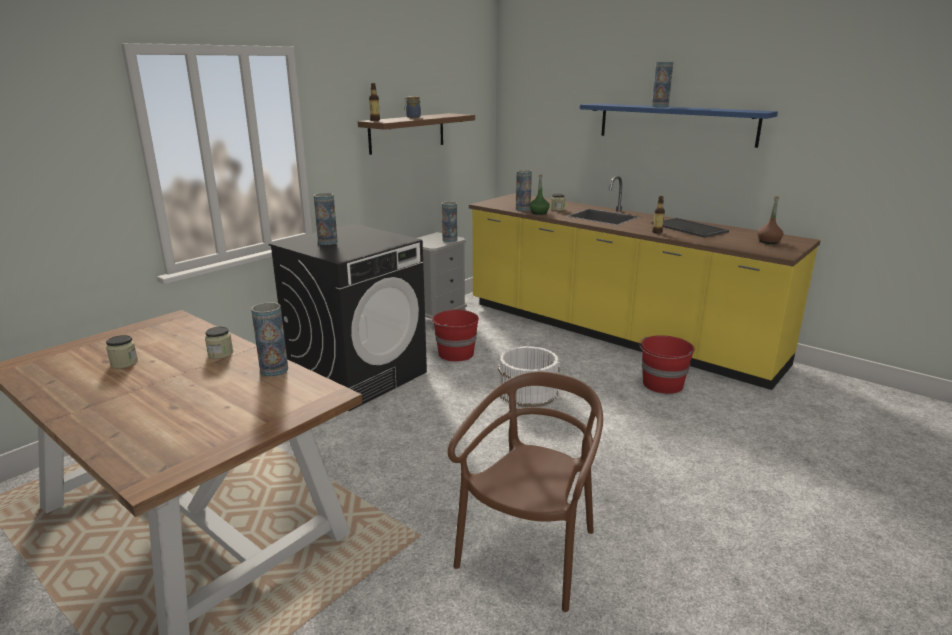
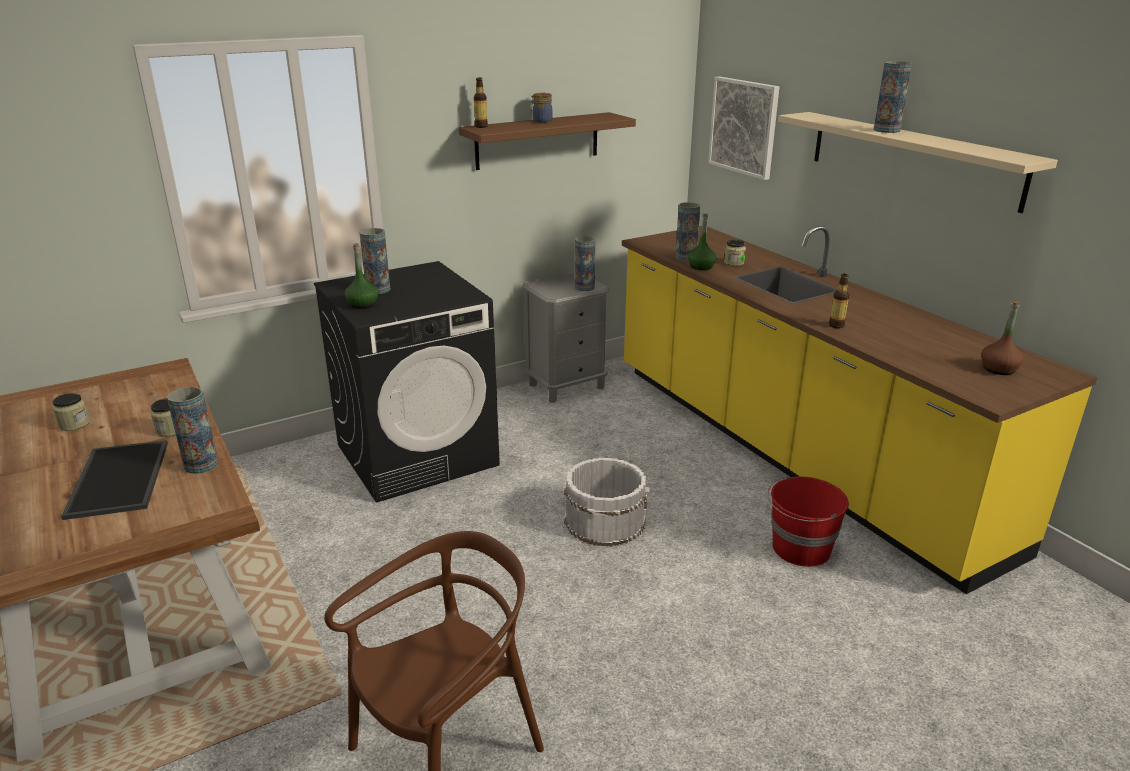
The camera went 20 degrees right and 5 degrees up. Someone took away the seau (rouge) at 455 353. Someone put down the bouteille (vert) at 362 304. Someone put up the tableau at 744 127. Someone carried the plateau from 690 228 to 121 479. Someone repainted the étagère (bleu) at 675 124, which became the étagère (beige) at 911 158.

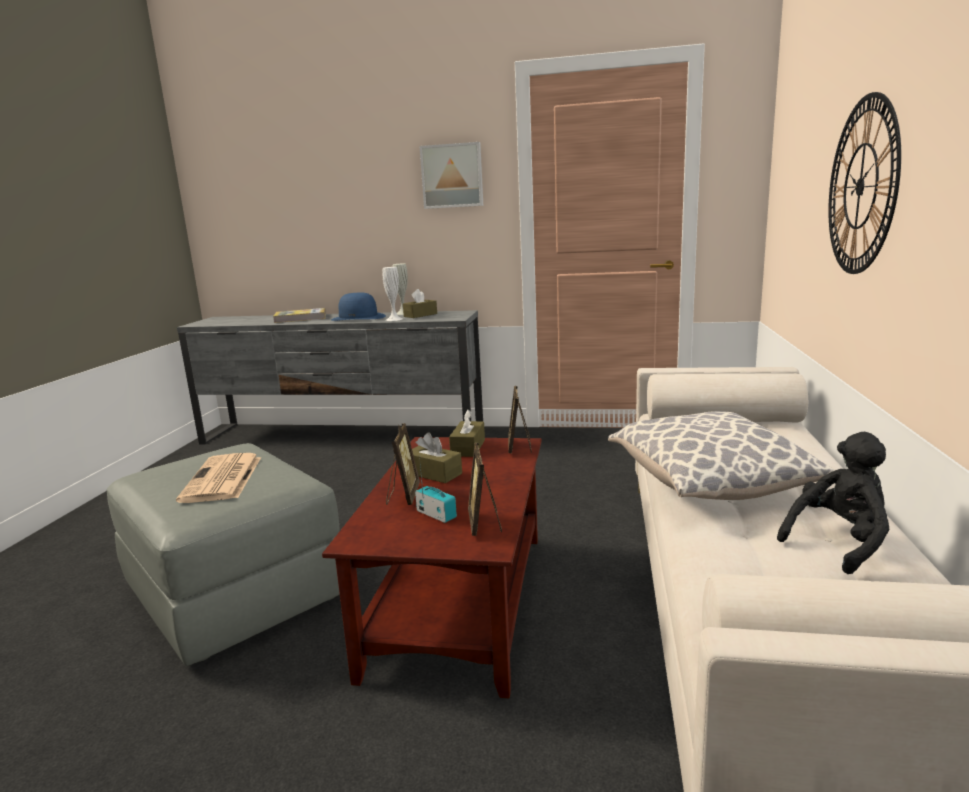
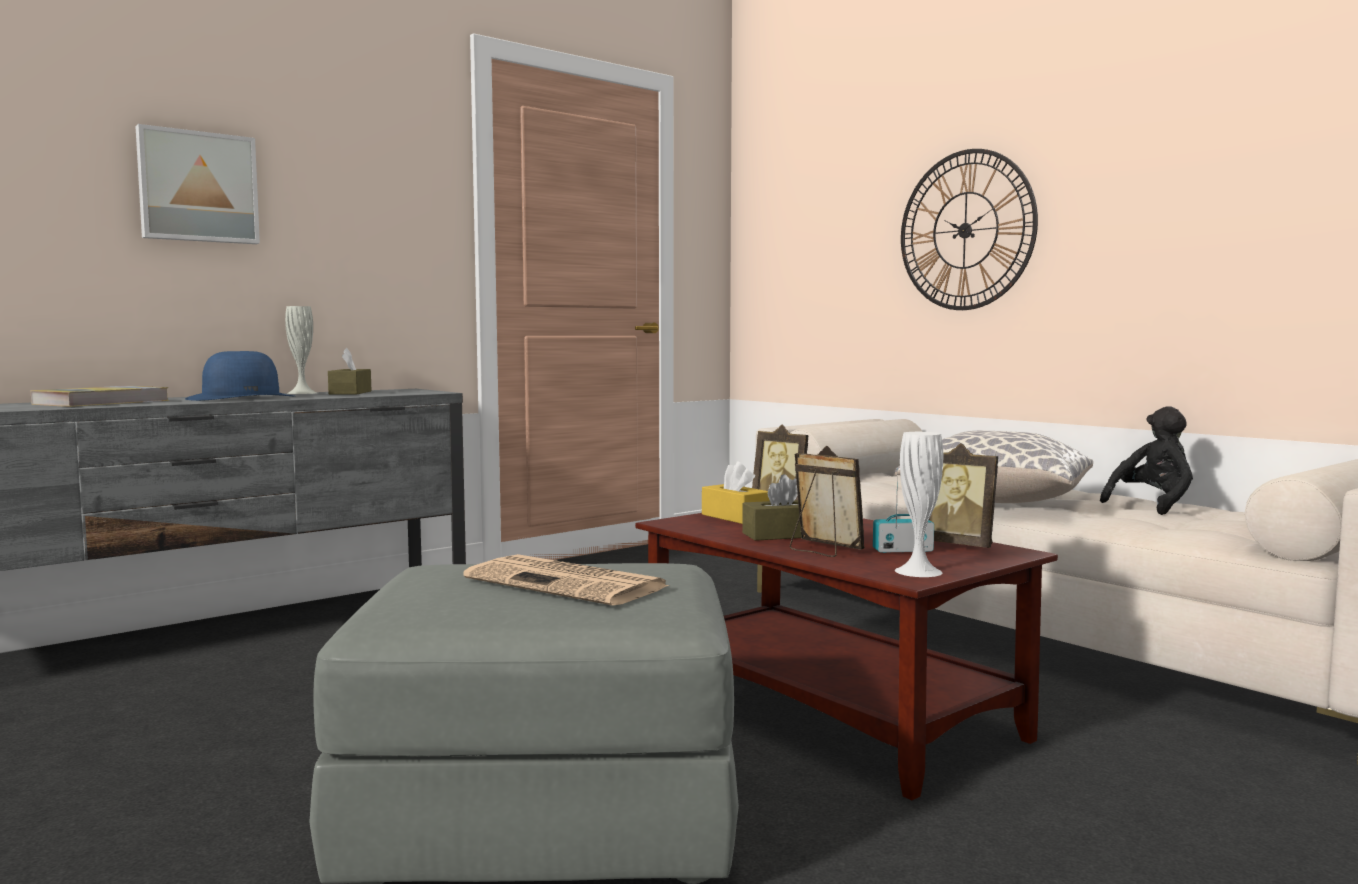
The camera went 50 degrees left and 10 degrees down. Someone carried the vase (blanc) from 394 319 to 918 571. Someone carried the tableau from 452 176 to 198 187. Someone repainted the boîte à mouchoirs (marron) at 468 448, which became the boîte à mouchoirs (jaune) at 735 517. Someone rotated the peluche (noir) at 839 542 by 45 degrees clockwise.

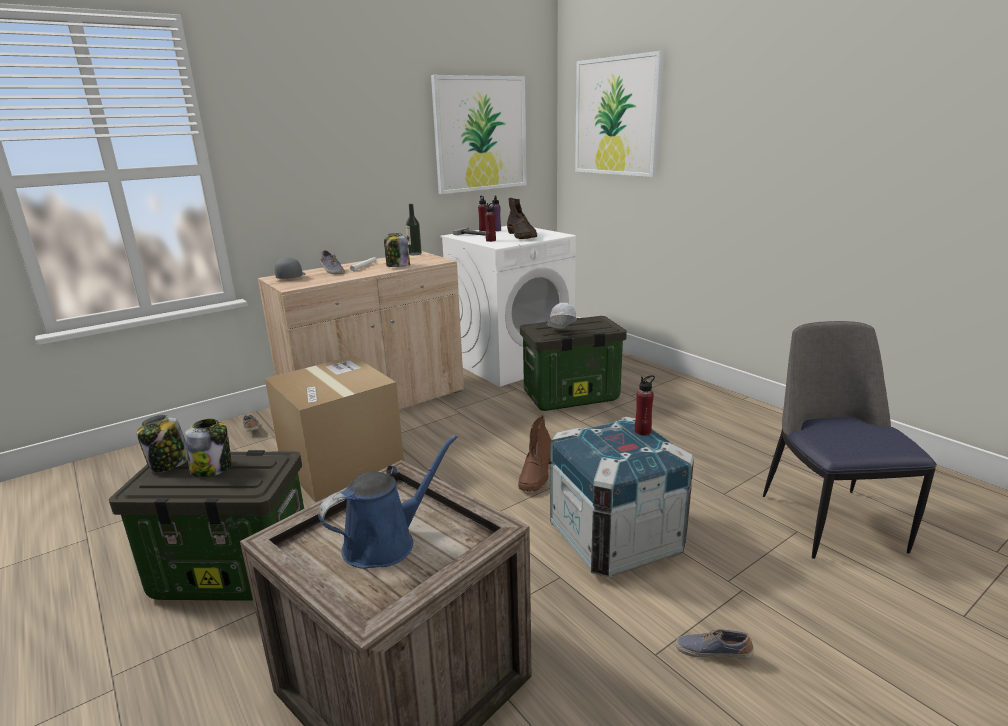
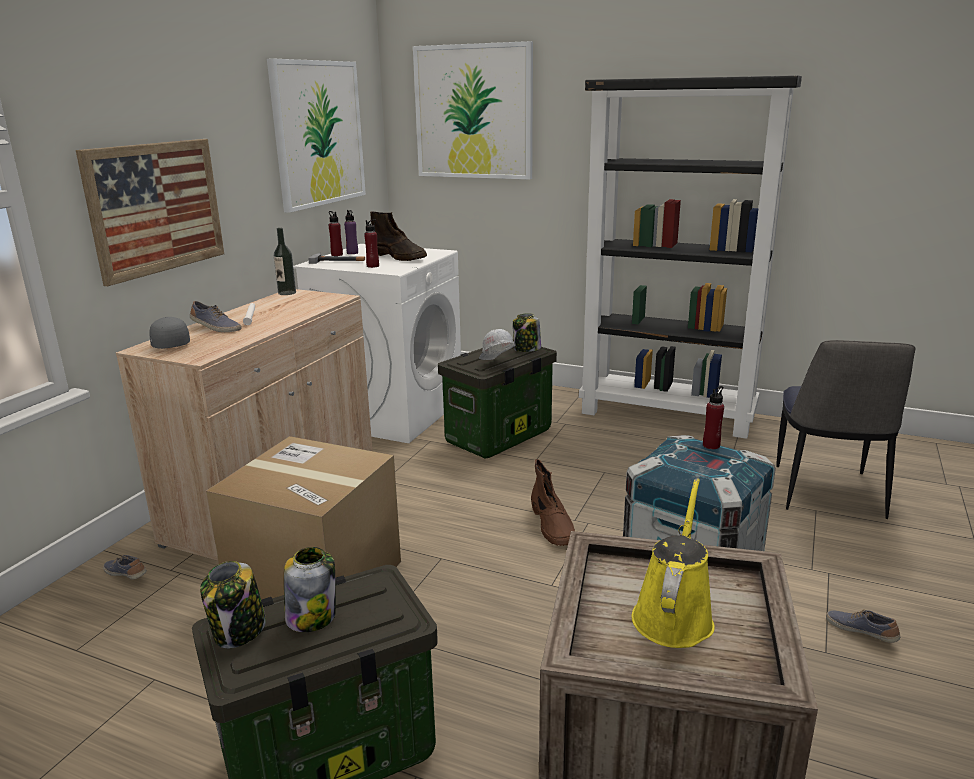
The camera went 30 degrees left and 0 degrees up. Someone put up the tableau at 156 208. Someone put down the bibliothèque (noir) at 668 415. Someone carried the bocal from 397 266 to 526 349. Someone repainted the arrosoir (bleu) at 385 542, which became the arrosoir (jaune) at 673 615. Someone rotated the chaussure at 713 652 by 60 degrees clockwise. Someone rotated the chaise at 829 519 by 135 degrees counterclockwise.

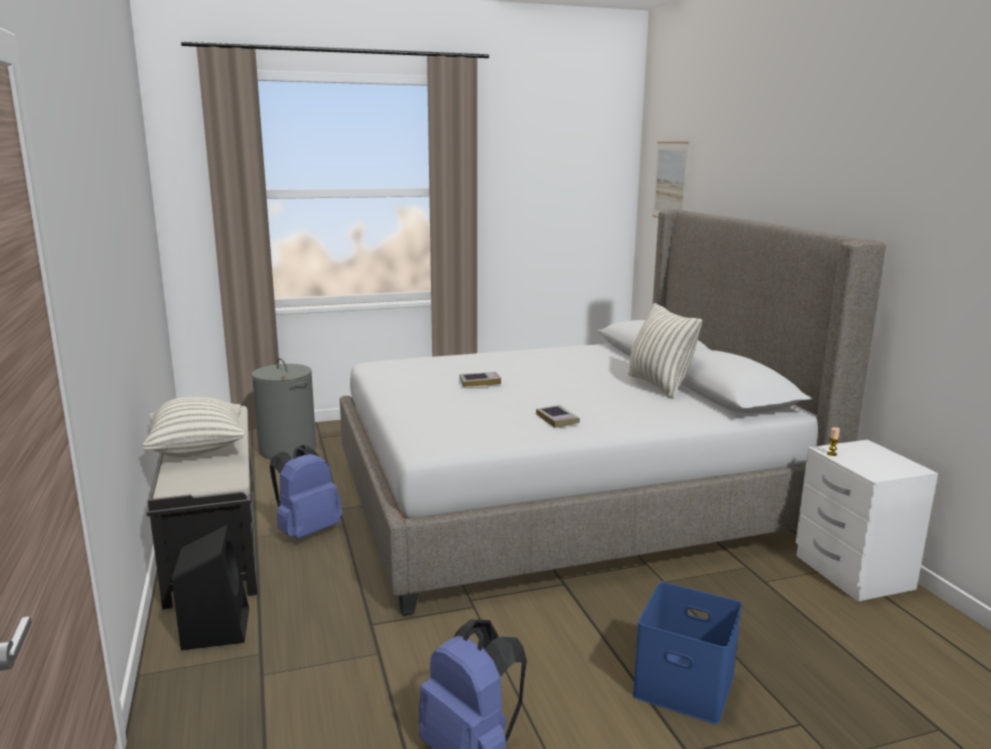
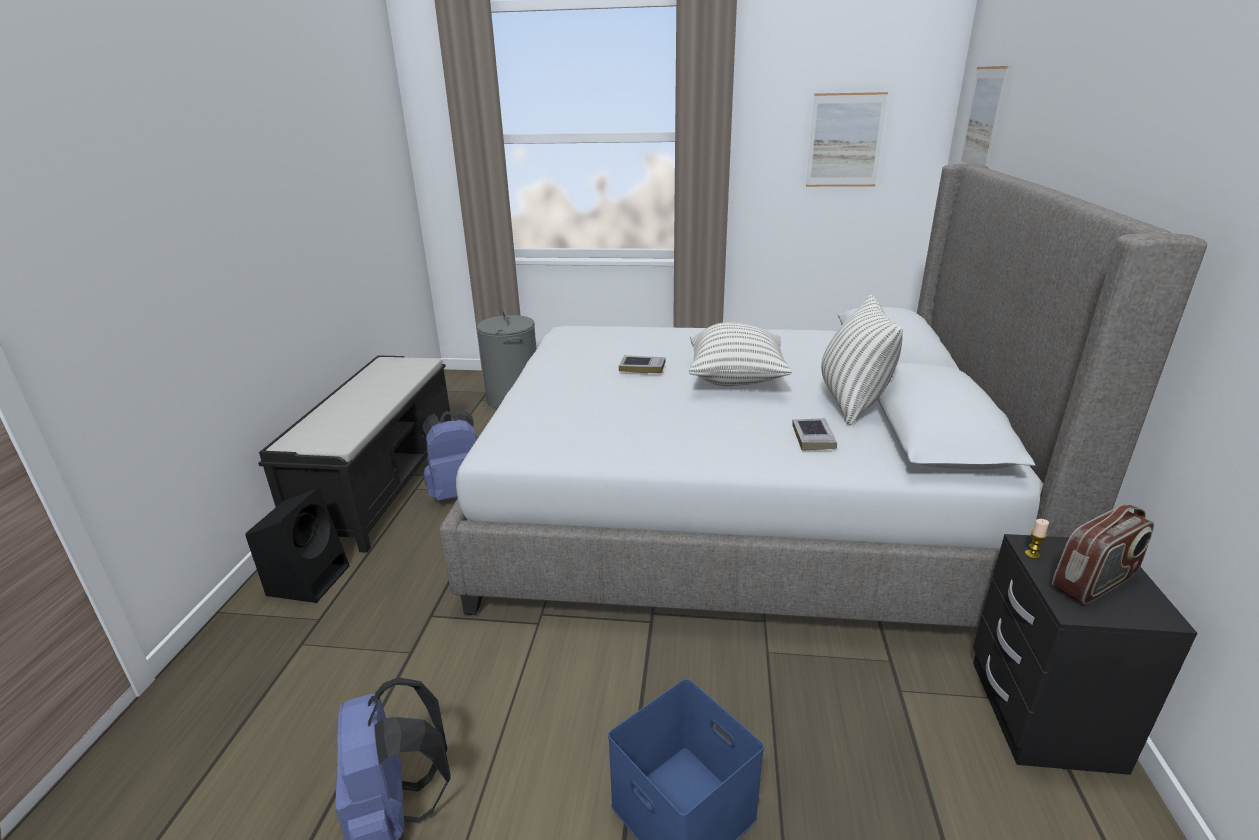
The camera went 25 degrees right and 10 degrees up. Someone put up the tableau at 845 140. Someone put down the radio at 1094 582. Someone carried the coussin from 198 450 to 735 379. Someone carried the livre from 557 419 to 813 438. Someone repainted the table de chevet (blanc) at 853 572, which became the table de chevet (noir) at 1043 714.

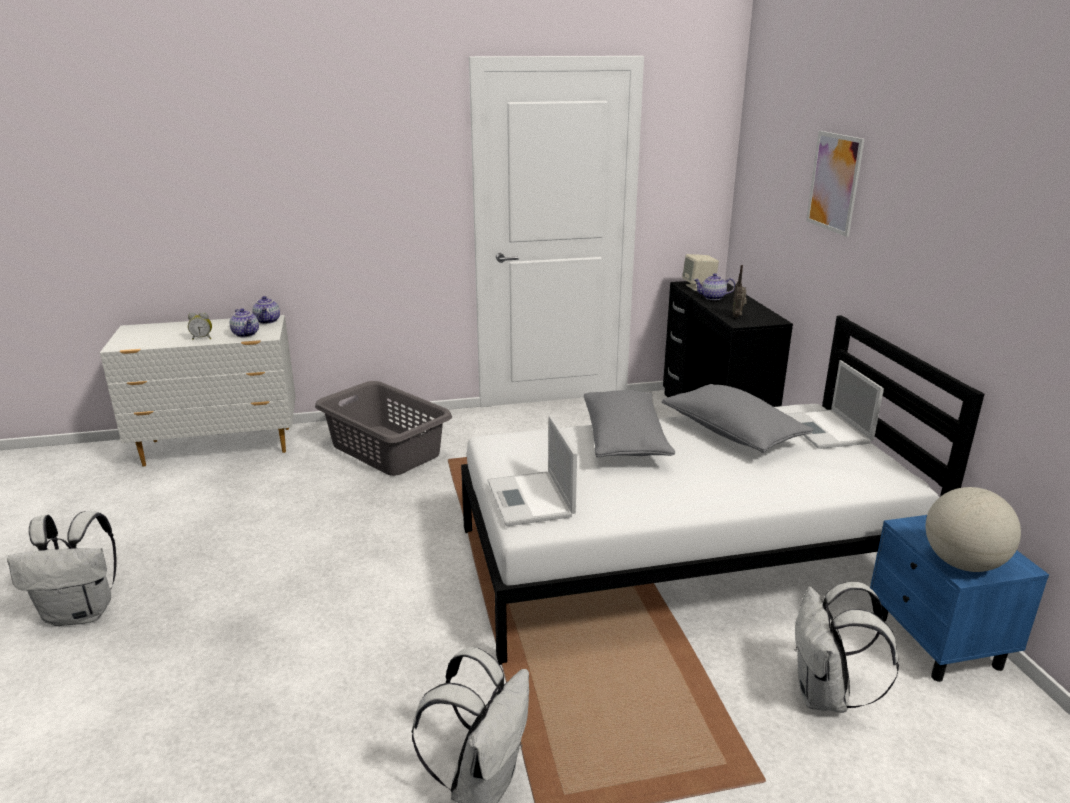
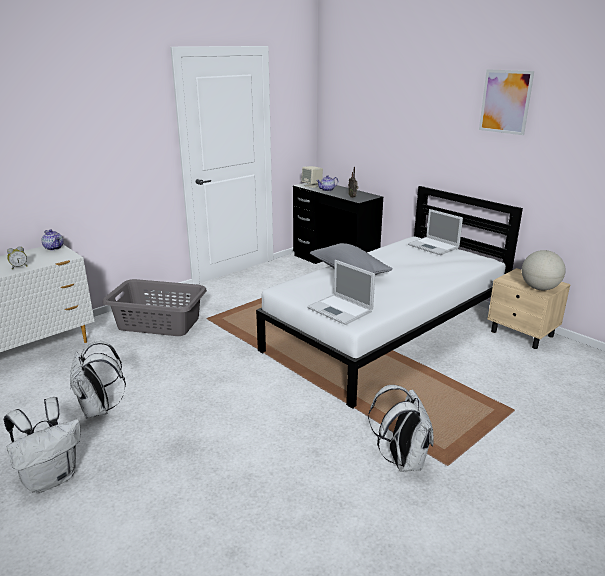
The camera went 30 degrees left and 0 degrees up. Someone took away the théière at 246 334. Someone took away the coussin (gris) at 732 433. Someone carried the sac à dos (blanc) from 825 696 to 99 410. Someone carried the tableau from 834 182 to 505 101. Someone repainted the table de chevet (bleu) at 937 642, which became the table de chevet (beige) at 522 334.

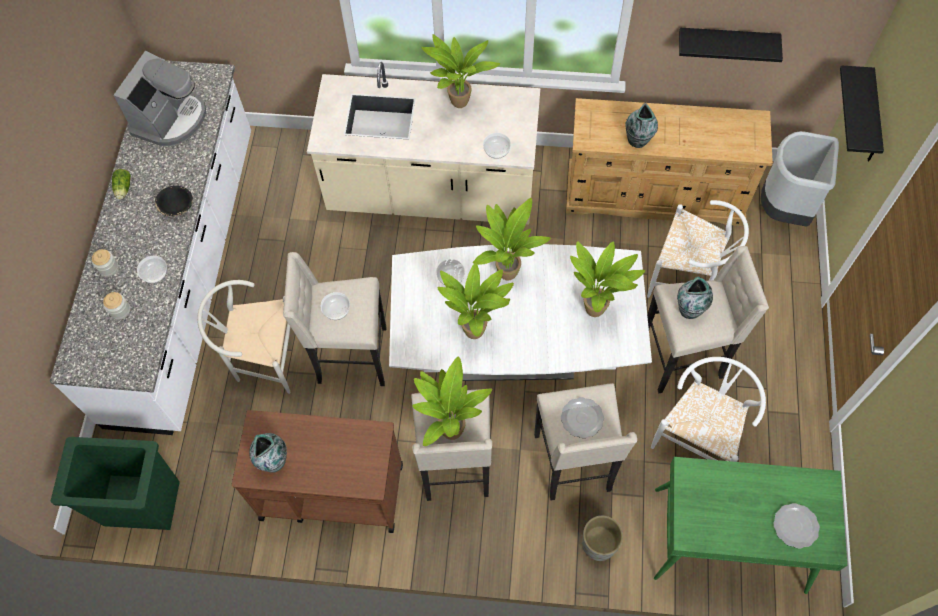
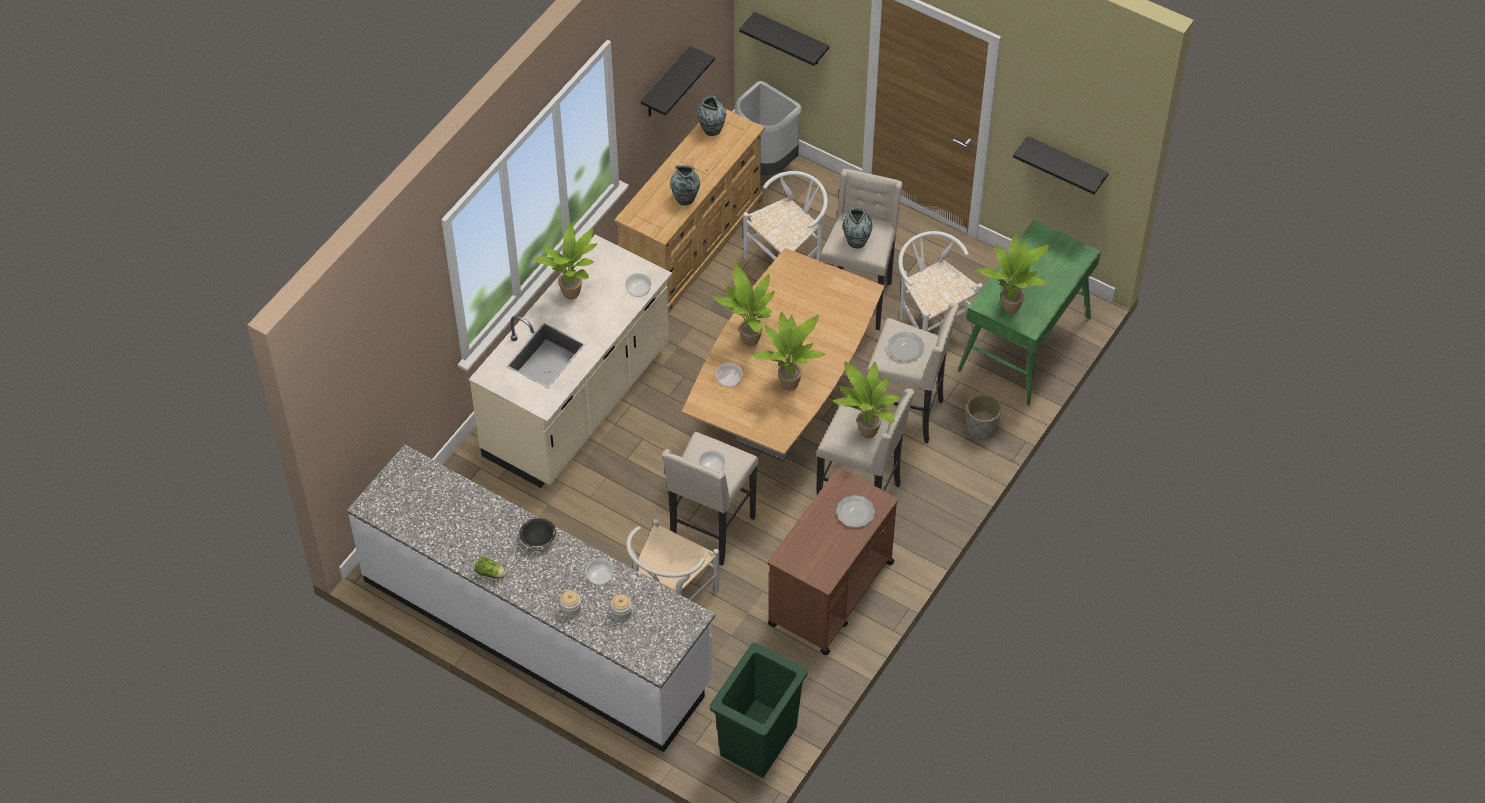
The camera went 65 degrees left and 10 degrees down. Someone took away the machine à café at 170 119. Someone put up the étagère (noir) at 1066 165. Someone carried the vase from 274 461 to 711 129. Someone carried the plante en pot from 597 308 to 1010 306. Someone carried the assiette from 795 525 to 854 512. Someone repainted the table à manger (blanc) at 515 354, which became the table à manger (marron) at 783 411.

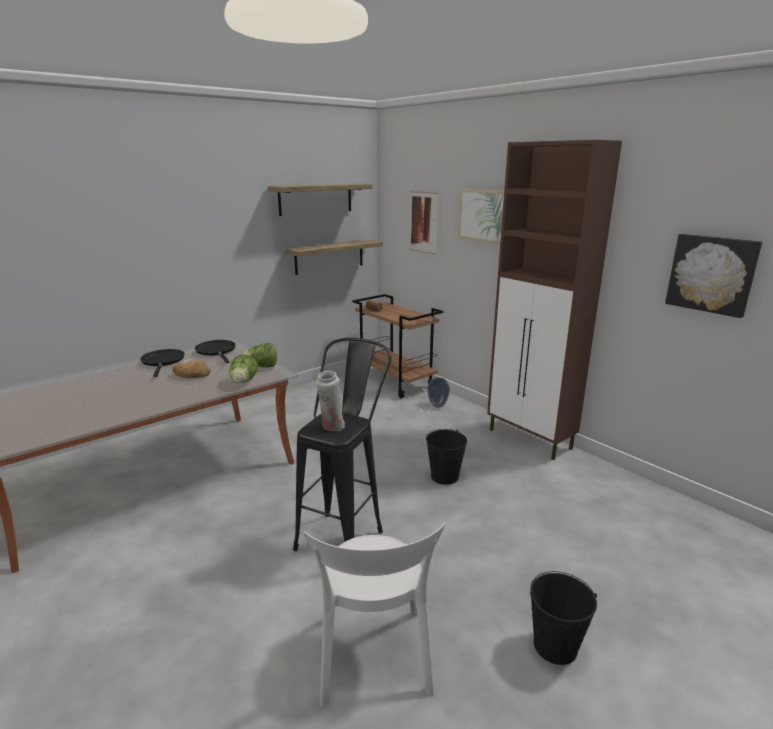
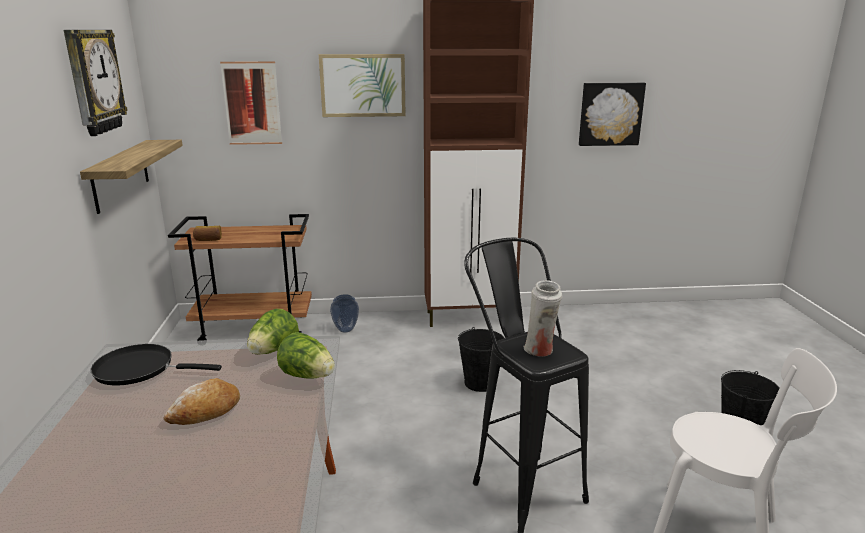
The camera went 55 degrees left and 0 degrees up. Someone took away the poêle (noir) at 163 361. Someone swapped the étagère at 315 199 for the horloge murale at 93 81.

